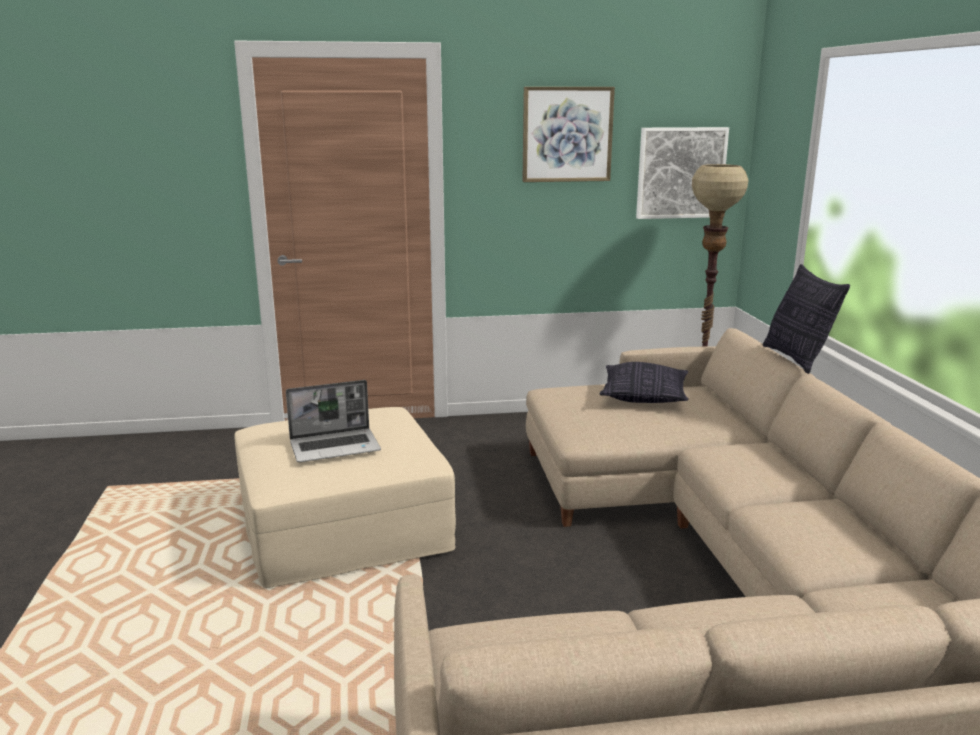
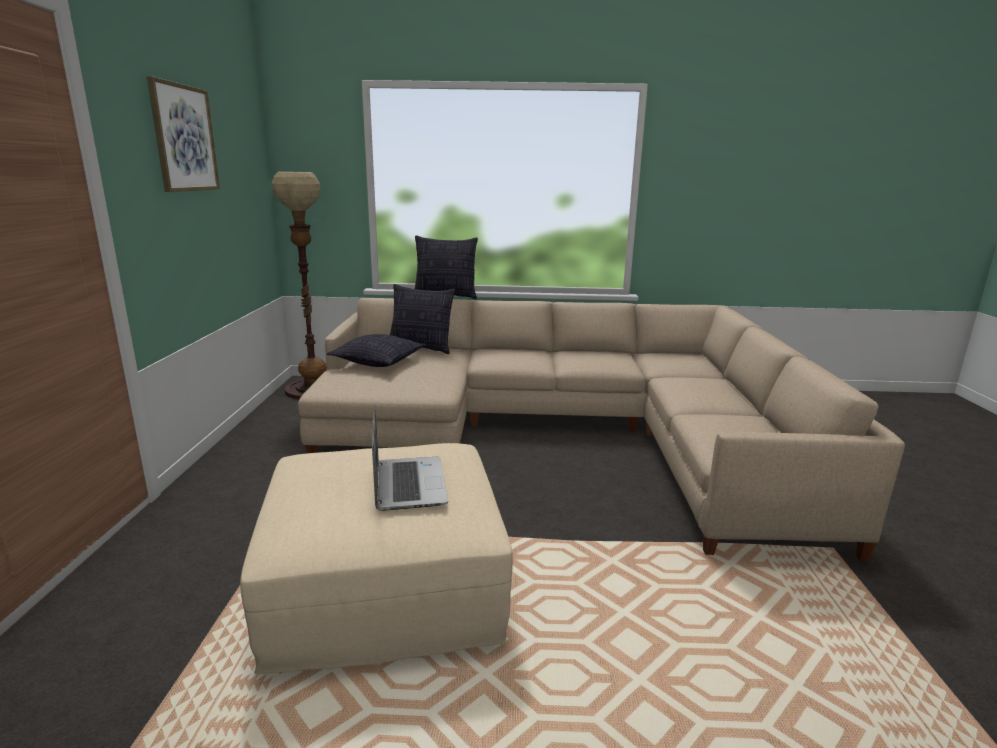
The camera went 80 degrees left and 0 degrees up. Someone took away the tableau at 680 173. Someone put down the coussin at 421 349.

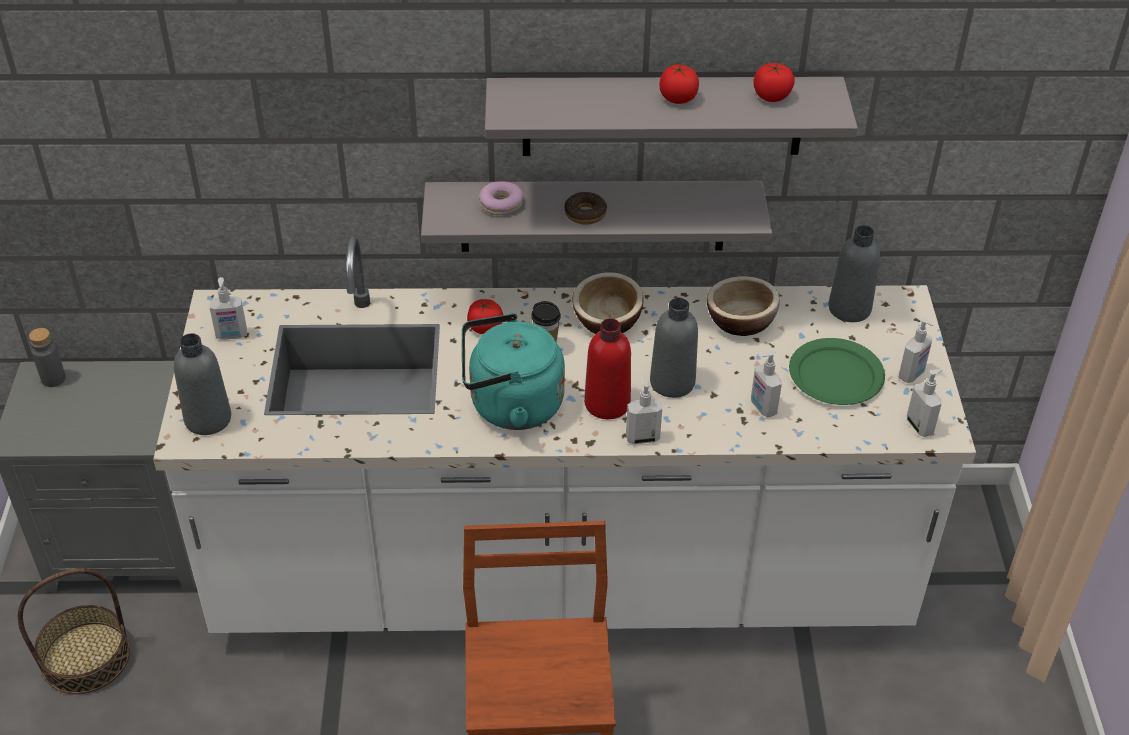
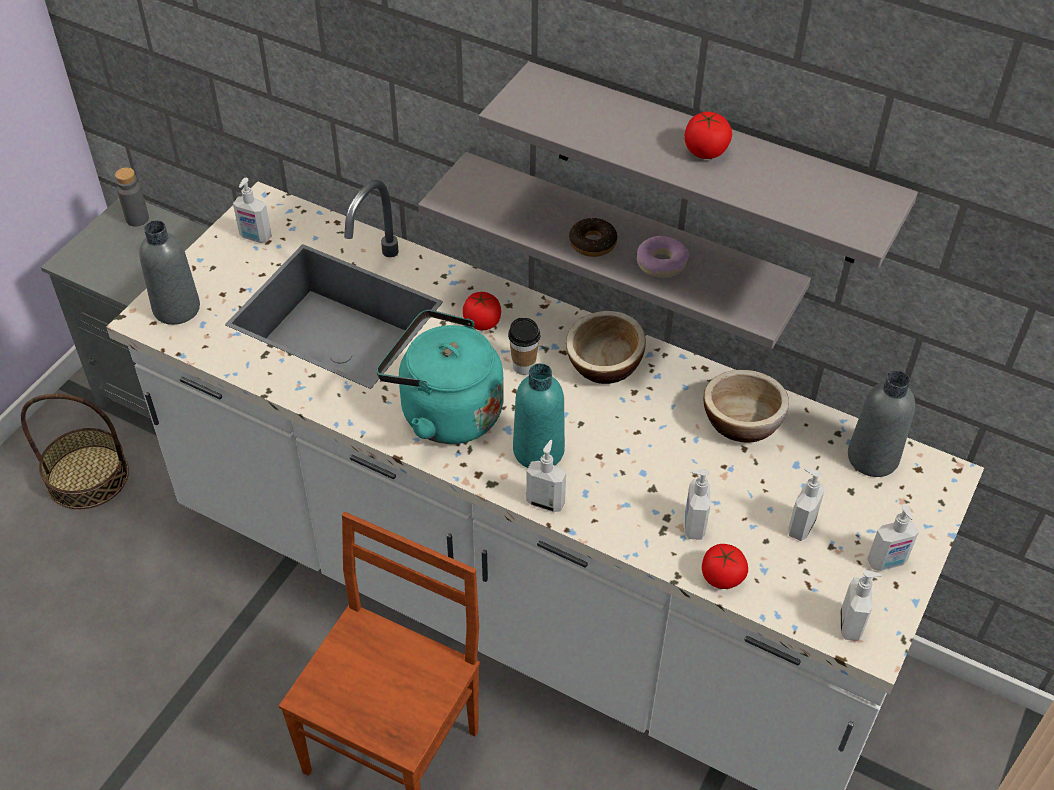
The camera went 30 degrees right and 5 degrees up. Someone took away the bouteille (gris) at 672 382. Someone carried the beignet from 501 204 to 661 263. Someone carried the tomate from 771 96 to 722 577. Someone swapped the assiette (vert) at 836 376 for the distributeur de savon at 800 526. Someone repainted the bouteille (rouge) at 607 403, which became the bouteille (turquoise) at 538 451.

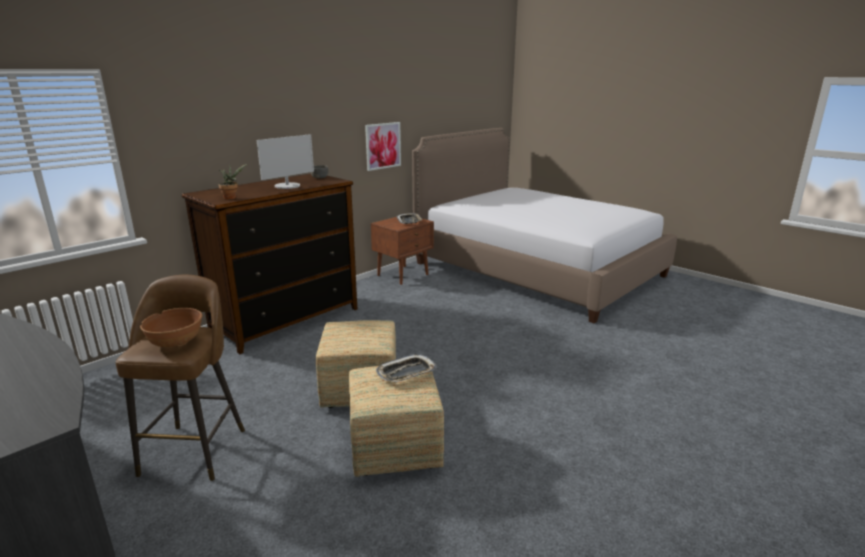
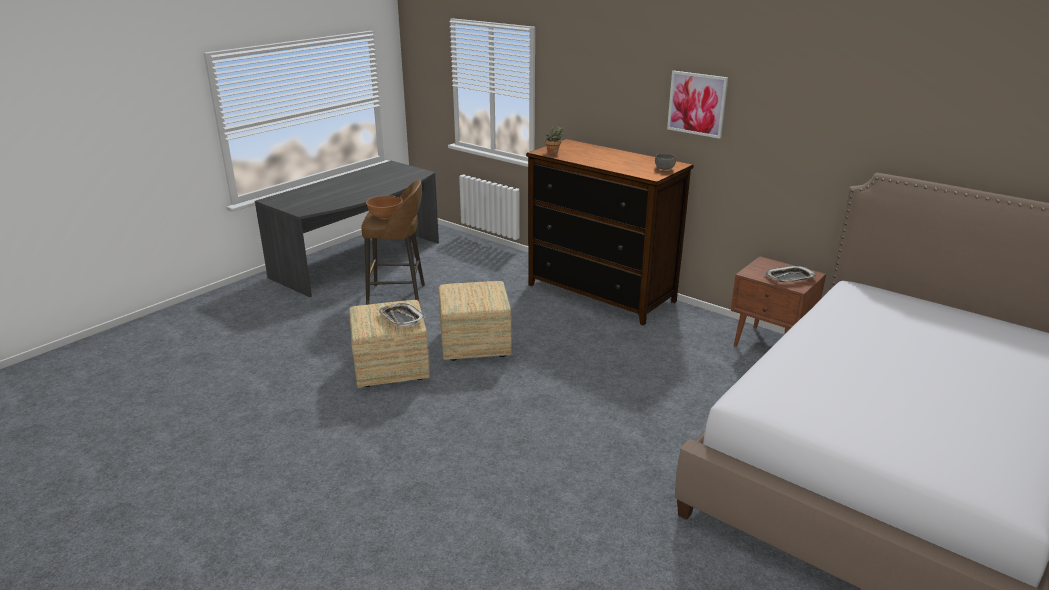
The camera went 85 degrees right and 5 degrees up. Someone took away the écran d'ordinateur at 287 186. Someone carried the tableau from 383 146 to 697 104.

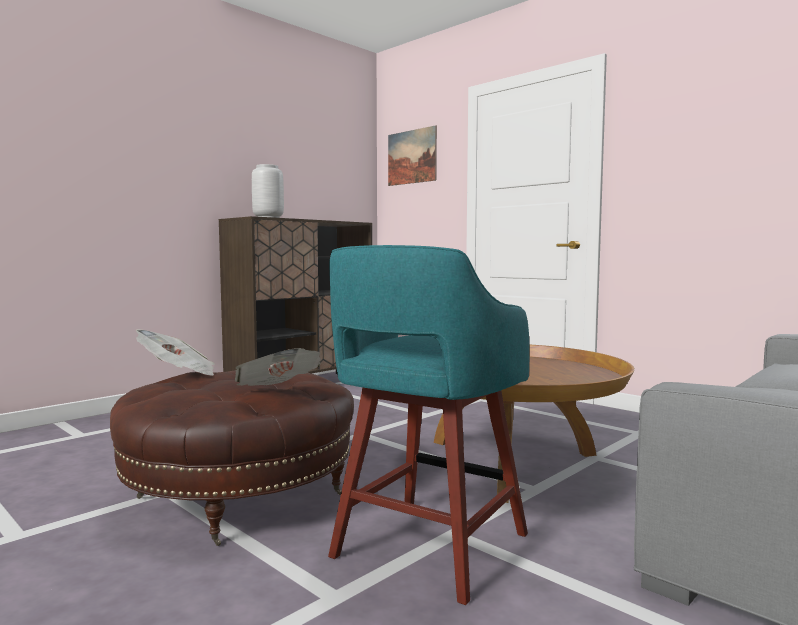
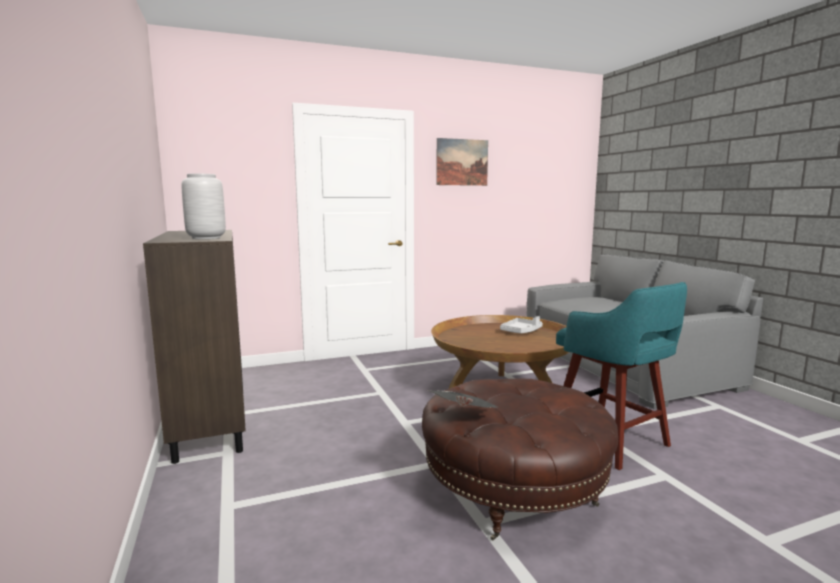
The camera went 65 degrees left and 5 degrees up. Someone took away the journal at 278 393. Someone put down the plateau (gris) at 521 331. Someone carried the tableau from 412 157 to 462 162.

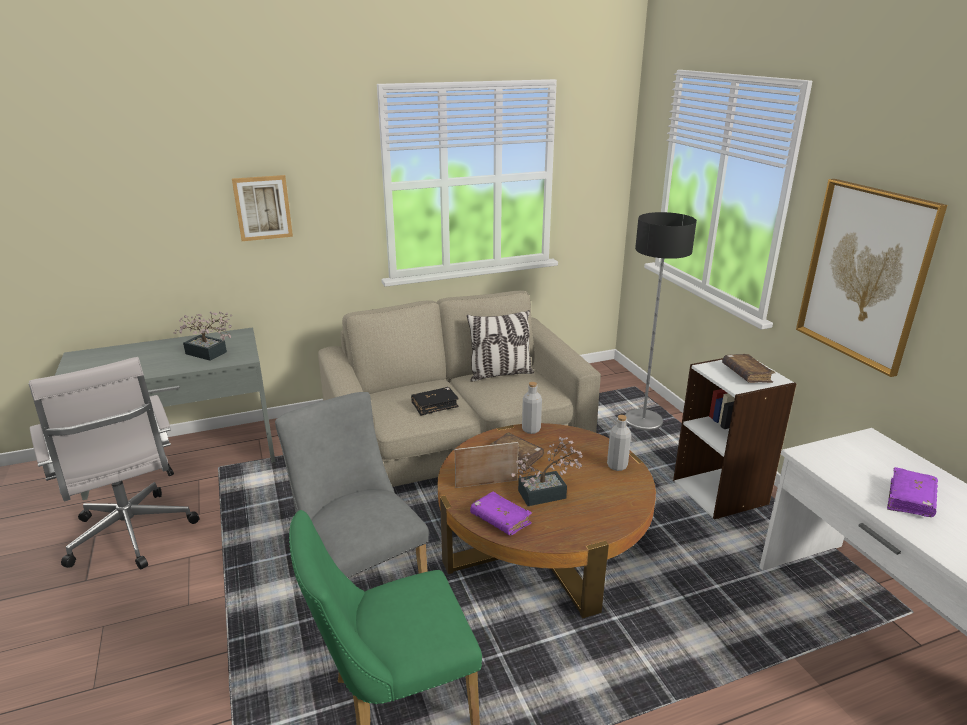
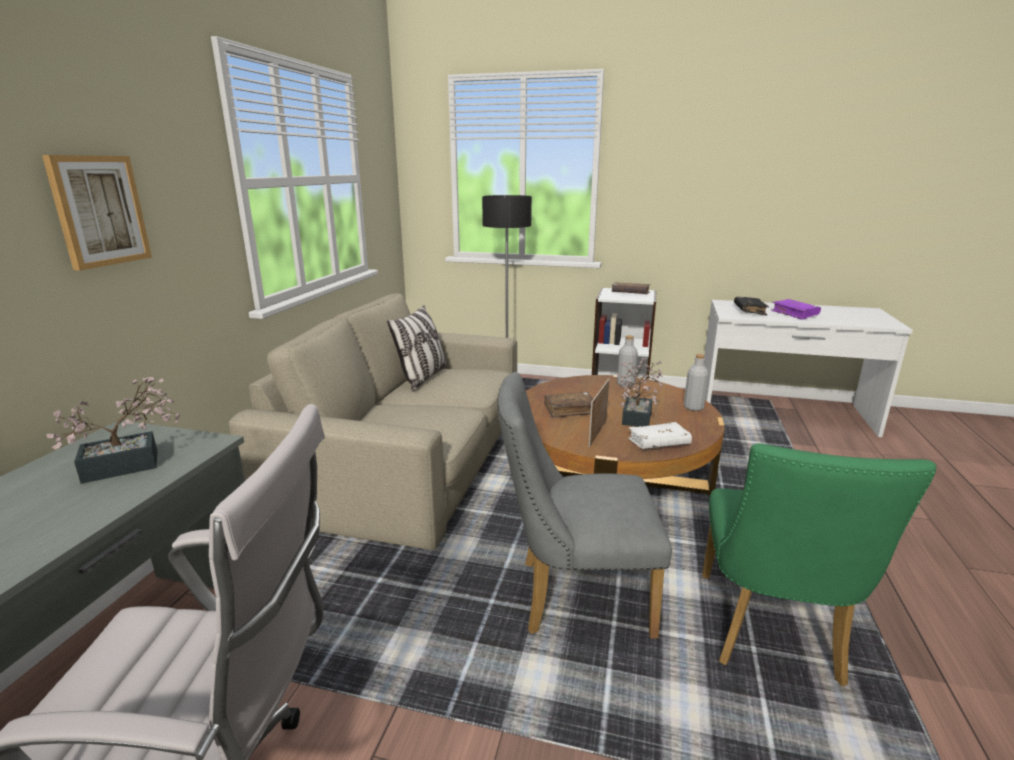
The camera went 55 degrees left and 5 degrees down. Someone took away the tableau at 864 274. Someone carried the livre (noir) from 434 405 to 749 311. Someone carried the bouteille (gris) from 531 429 to 693 407. Someone repainted the livre (violet) at 500 520, which became the livre (blanc) at 658 443.

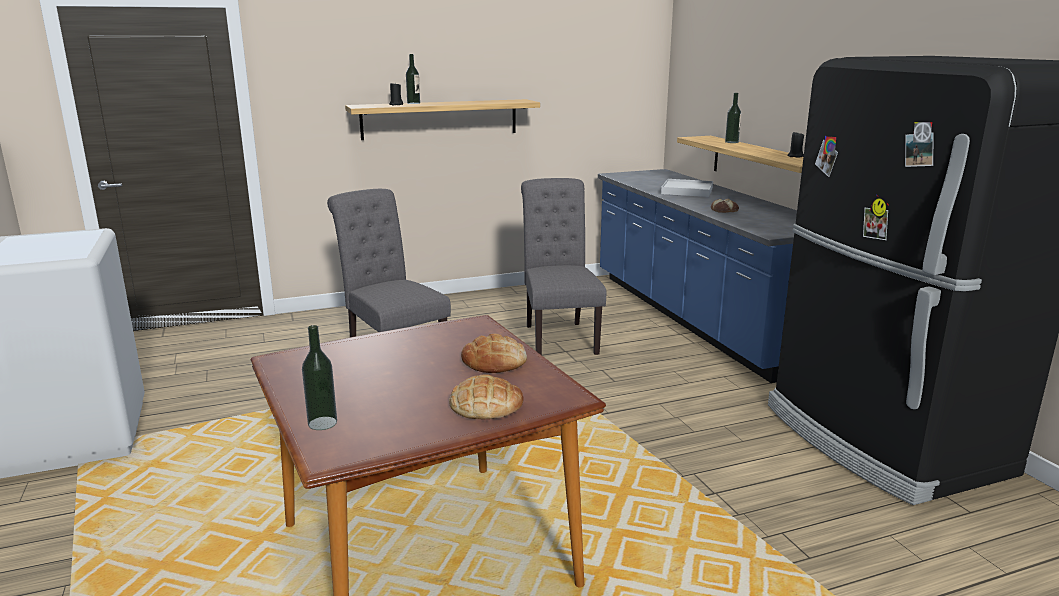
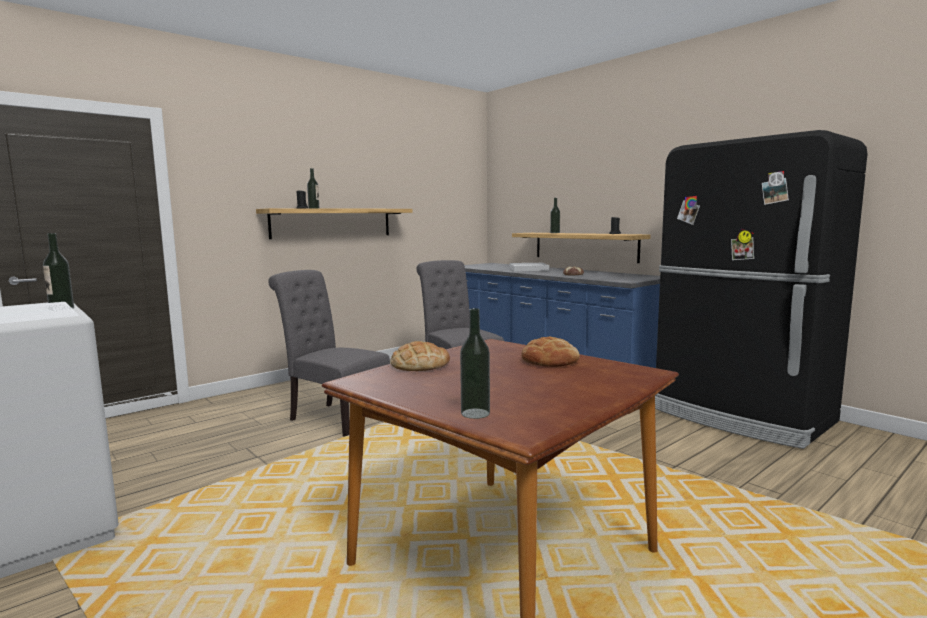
The camera went 20 degrees left and 10 degrees down. Someone put down the bouteille at 61 309. Someone carried the pain from 486 405 to 419 365.

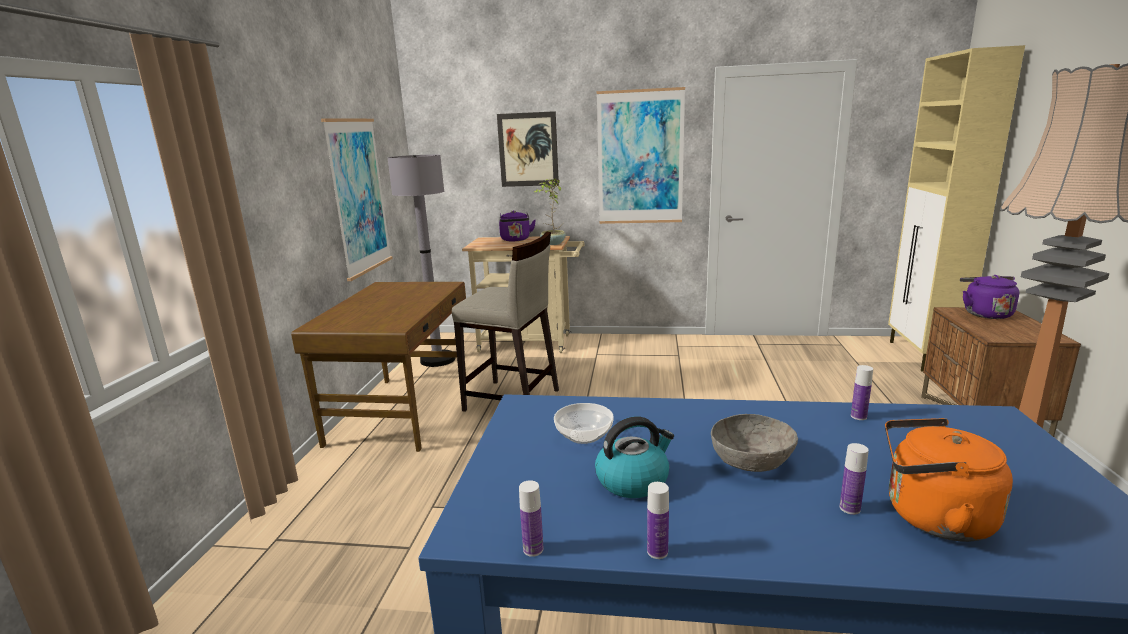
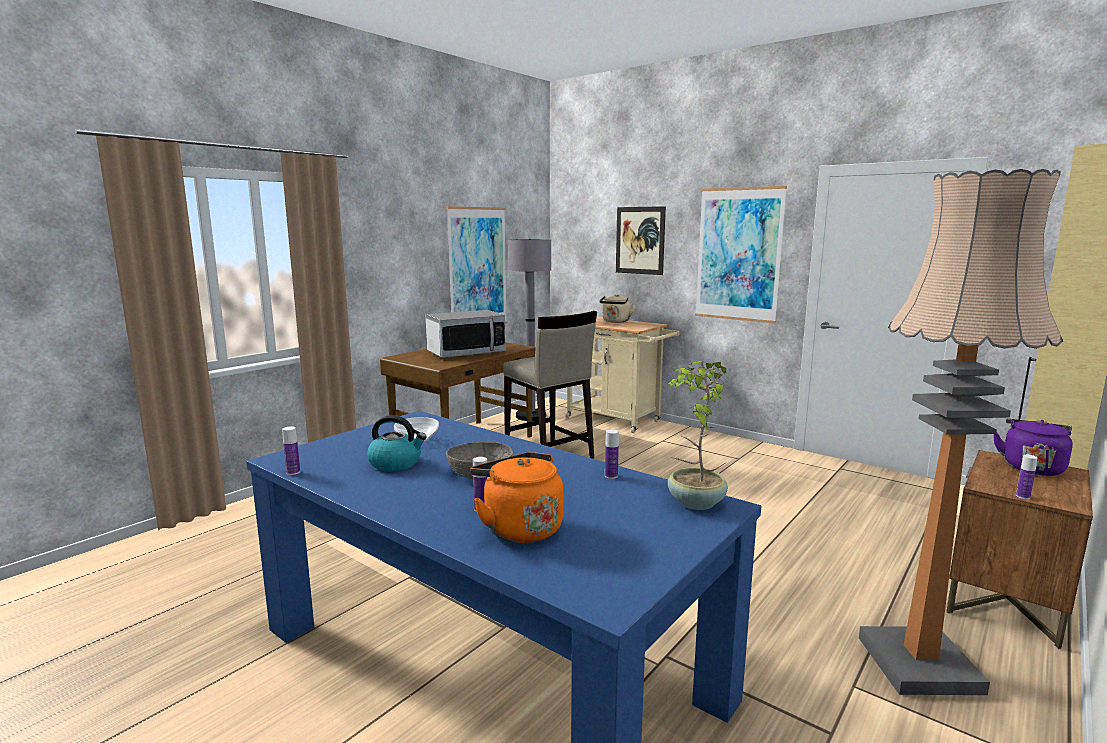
The camera went 30 degrees right and 5 degrees down. Someone put down the micro-ondes at 466 353. Someone carried the plante en pot from 552 244 to 694 503. Someone carried the bouteille from 657 551 to 1022 496. Someone repainted the bouilloire (violet) at 516 240, which became the bouilloire (beige) at 615 321.

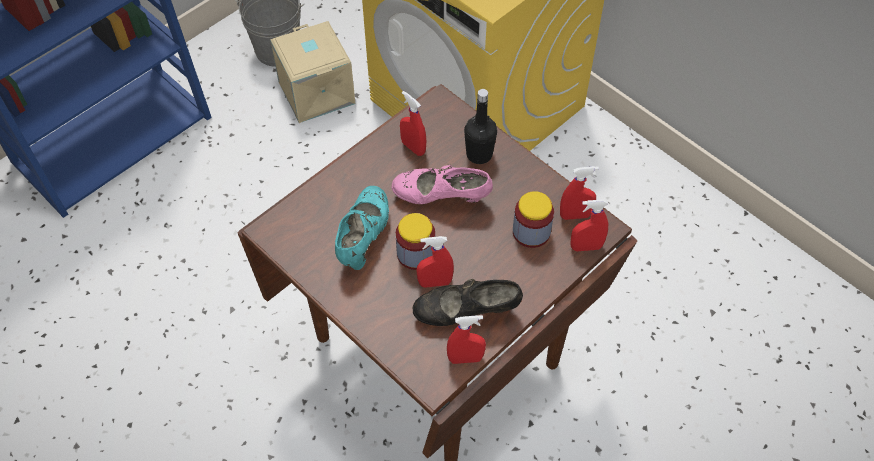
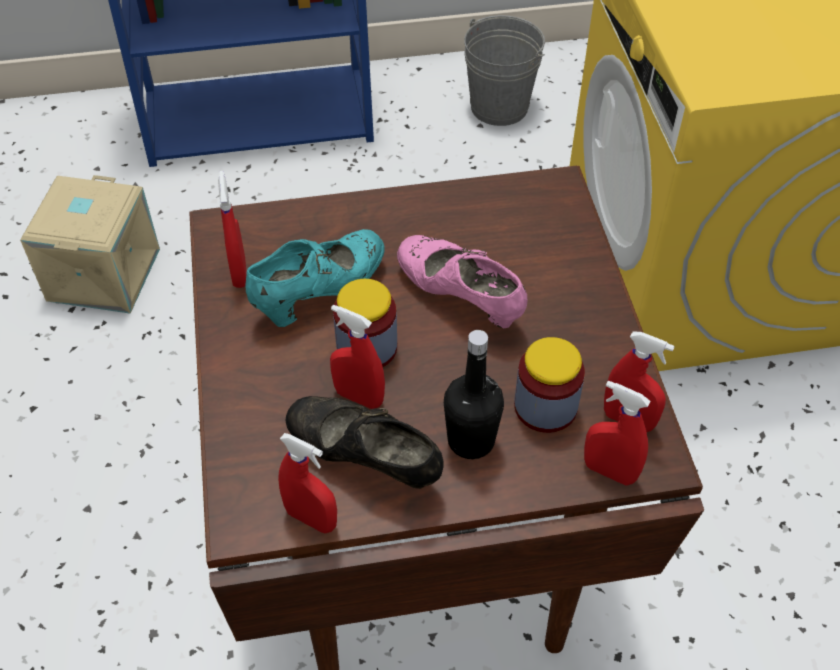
The camera went 35 degrees right and 5 degrees down. Someone carried the boîte de rangement (beige) from 315 92 to 102 273. Someone carried the vaporisateur (rouge) from 413 147 to 239 272. Someone carried the bouteille (noir) from 479 154 to 471 440.

